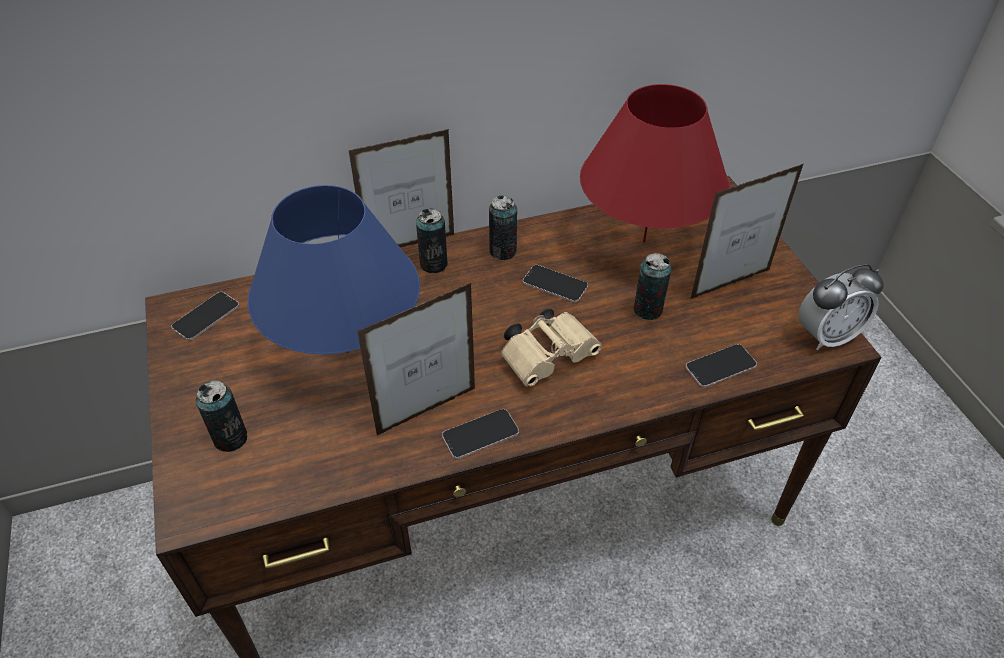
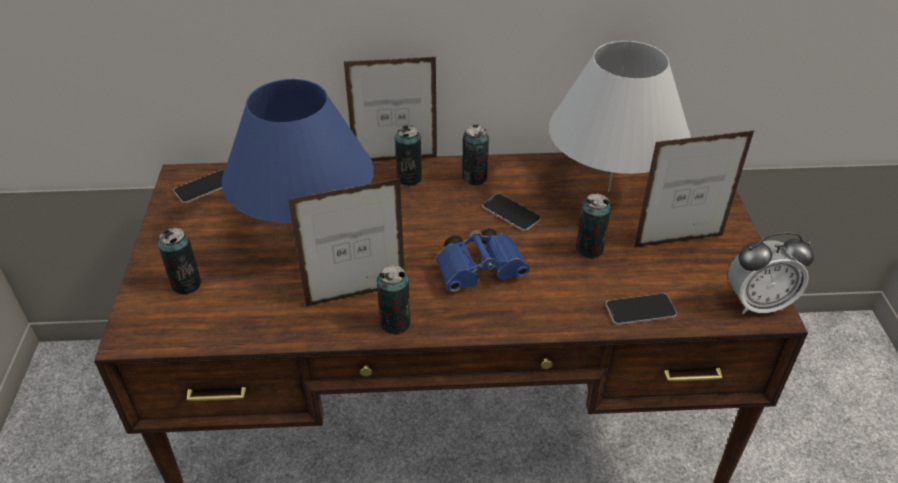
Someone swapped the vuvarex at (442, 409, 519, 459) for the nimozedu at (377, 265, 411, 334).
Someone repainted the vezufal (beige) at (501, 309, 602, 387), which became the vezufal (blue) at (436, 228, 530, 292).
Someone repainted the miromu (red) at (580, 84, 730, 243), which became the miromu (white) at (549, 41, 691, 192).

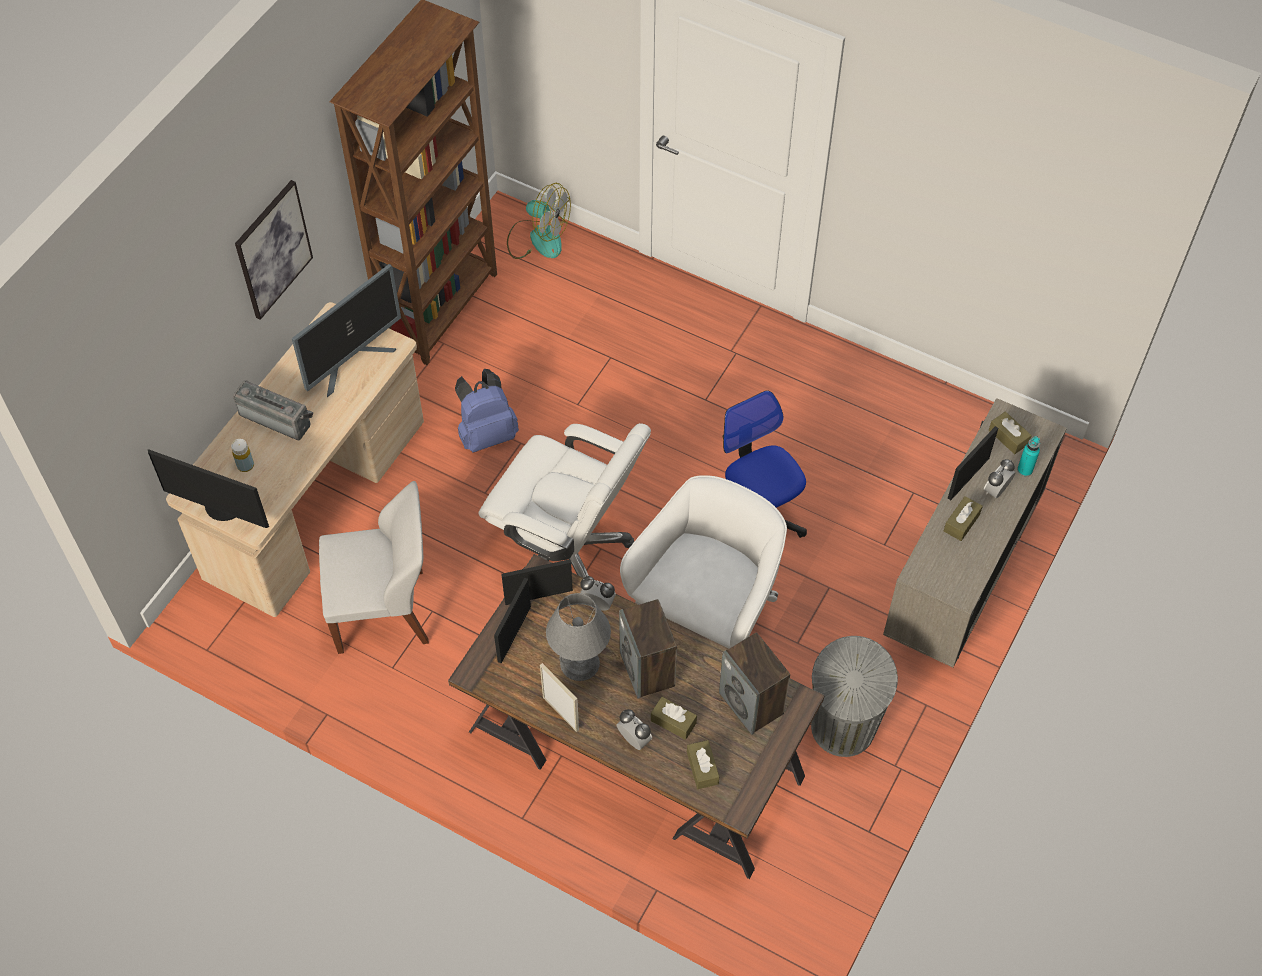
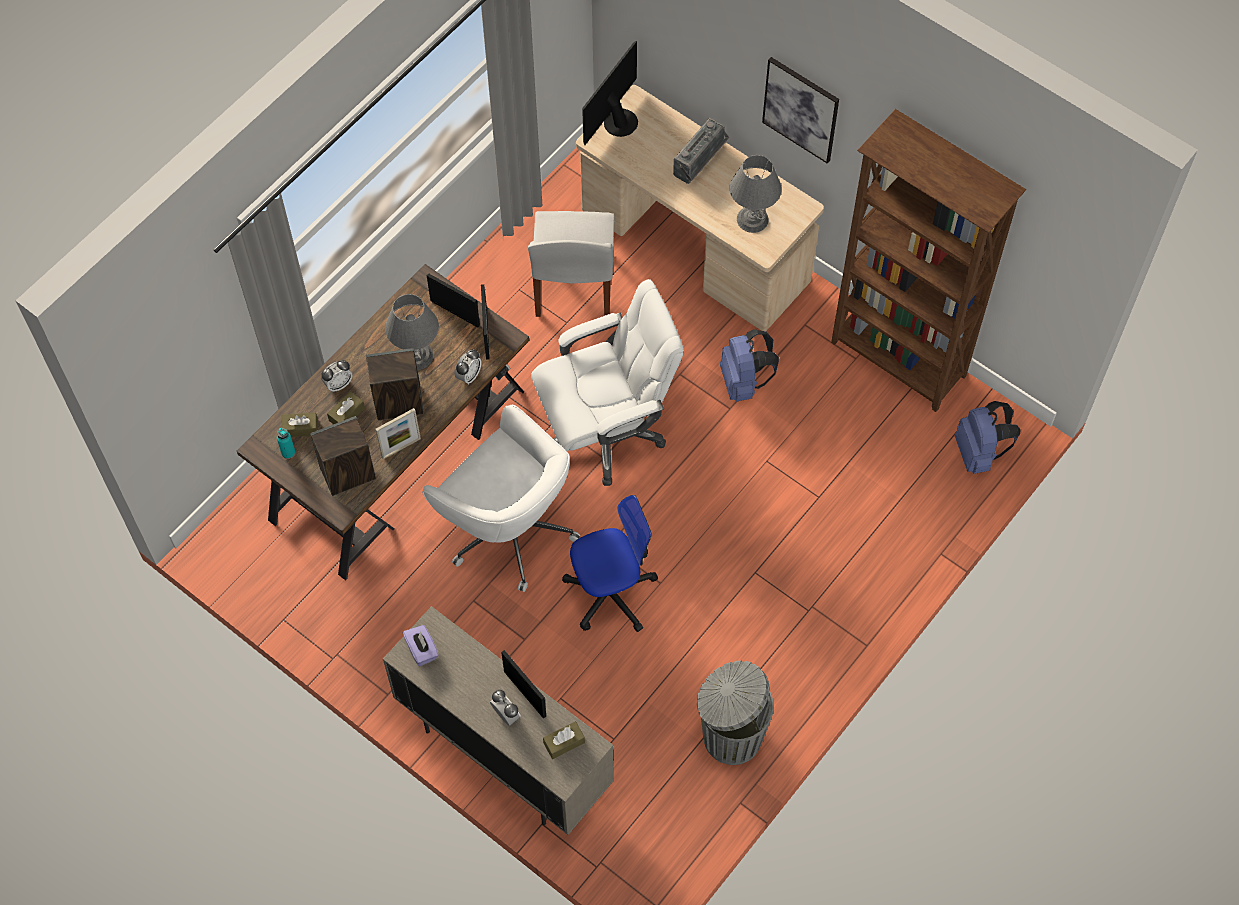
Someone took away the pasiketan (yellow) at (231, 439, 254, 472).
Someone swapped the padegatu at (292, 264, 401, 397) for the miromu (grey) at (730, 155, 782, 233).
Someone rotated the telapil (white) at (478, 423, 651, 578) by 150 degrees counterclockwise.
Someone swapped the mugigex at (507, 183, 571, 259) for the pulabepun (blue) at (955, 401, 1020, 474).
Someone carried the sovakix from (540, 663, 579, 732) to (376, 408, 421, 459).
Someone carried the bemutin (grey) from (811, 636, 898, 757) to (697, 660, 774, 765).
Someone took away the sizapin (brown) at (944, 496, 983, 541).
Someone carried the pasiketan (turquoise) from (1017, 436, 1040, 476) to (277, 428, 295, 459).
Someone put down the sizapin (purple) at (403, 625, 439, 666).

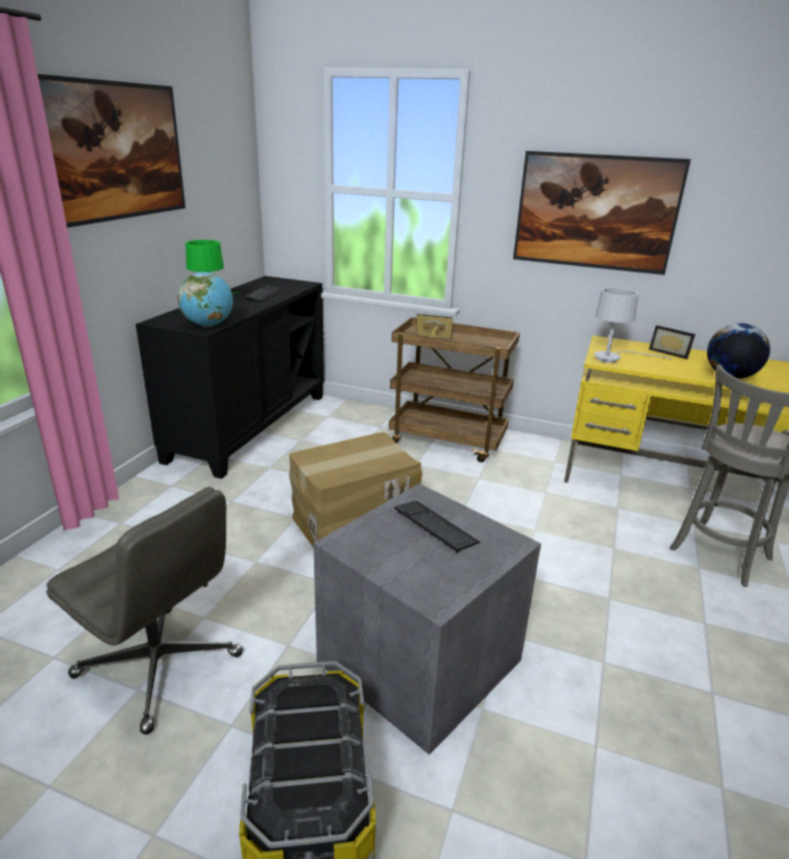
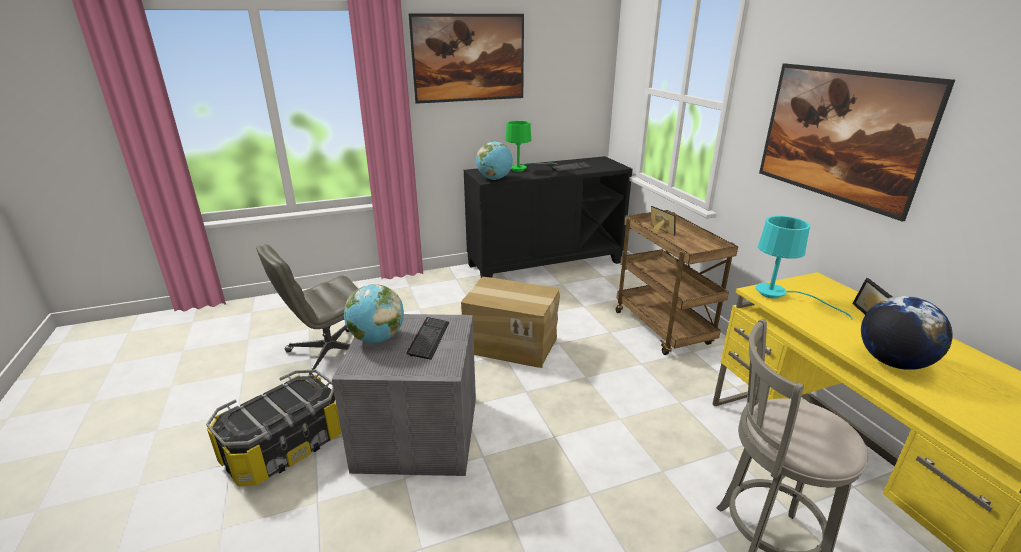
Someone rotated the telapil (grey) at (46, 487, 243, 734) by 60 degrees clockwise.
Someone repainted the miromu (white) at (594, 287, 672, 363), which became the miromu (turquoise) at (756, 216, 853, 320).
Someone put down the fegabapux at (344, 284, 404, 343).

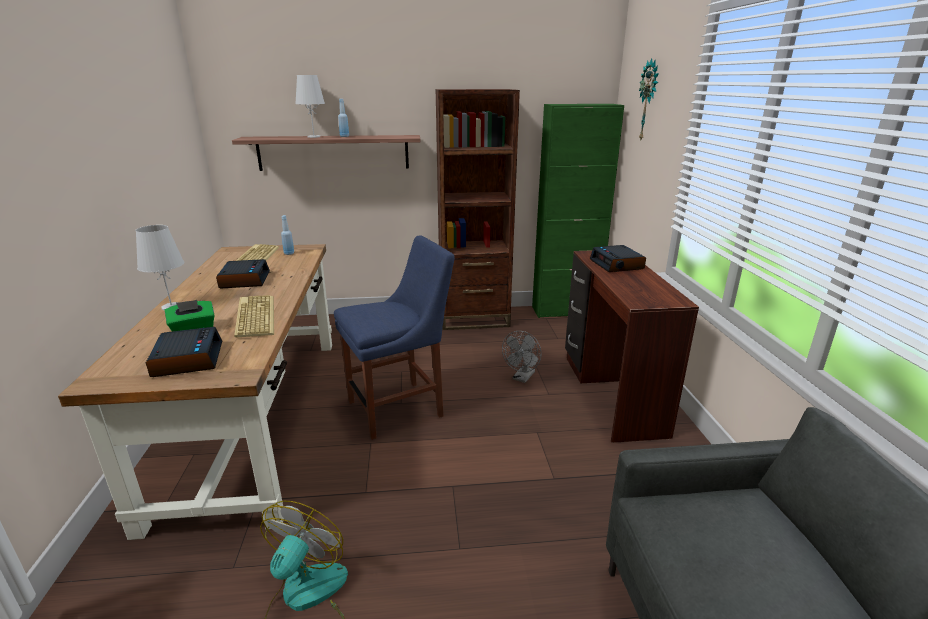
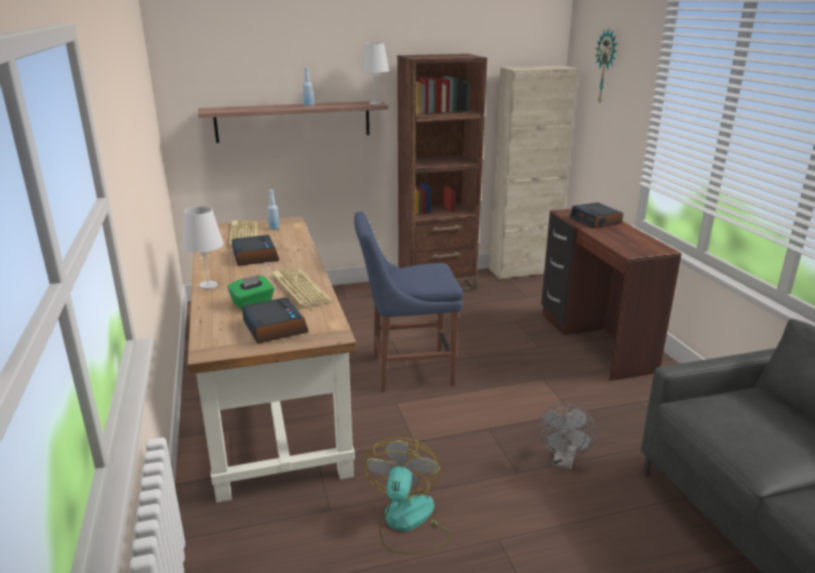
Someone carried the miromu (white) from (295, 75, 325, 138) to (361, 42, 389, 104).
Someone rotated the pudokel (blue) at (334, 235, 455, 440) by 150 degrees counterclockwise.
Someone carried the mugigex (grey) from (502, 331, 542, 383) to (538, 403, 596, 470).
Someone repainted the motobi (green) at (532, 104, 624, 318), which became the motobi (beige) at (489, 66, 578, 279).

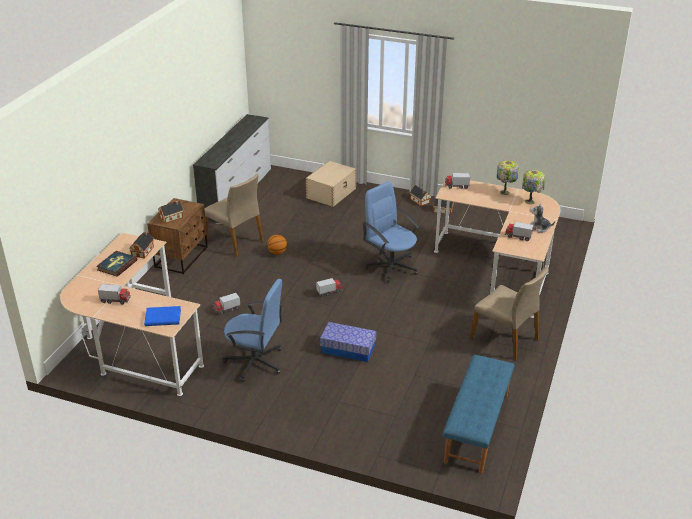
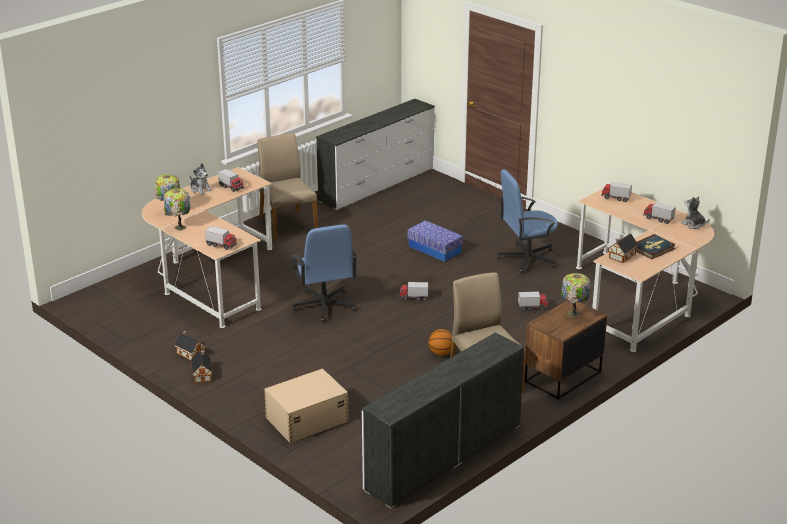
Someone swapped the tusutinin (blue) at (144, 306, 181, 326) for the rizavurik at (601, 182, 632, 202).
Someone swapped the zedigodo at (158, 200, 184, 224) for the miromu at (561, 273, 591, 318).
Someone rotated the telapil (blue) at (223, 279, 283, 382) by 60 degrees counterclockwise.
Someone swapped the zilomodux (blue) at (443, 355, 515, 473) for the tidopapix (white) at (316, 99, 435, 210).
Someone put down the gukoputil at (681, 196, 709, 229).

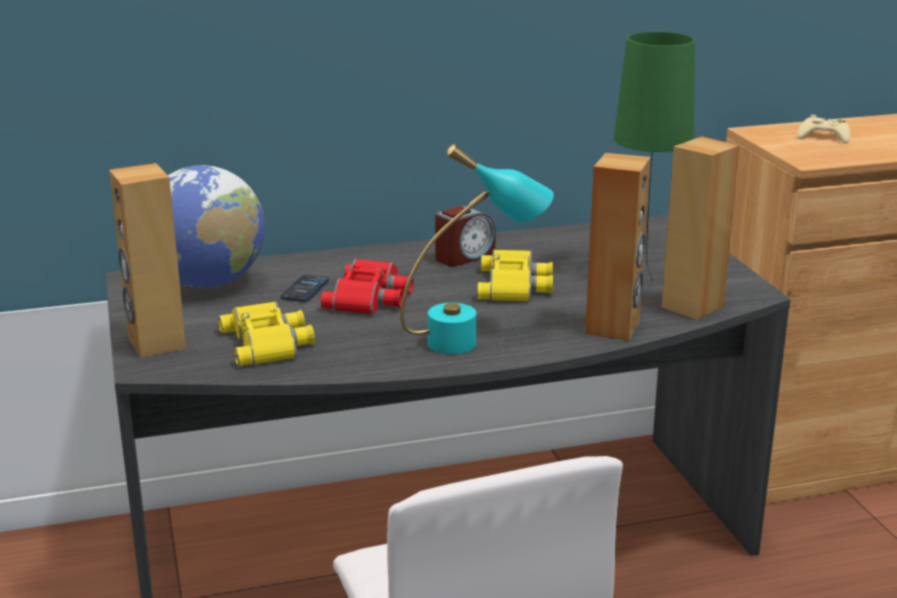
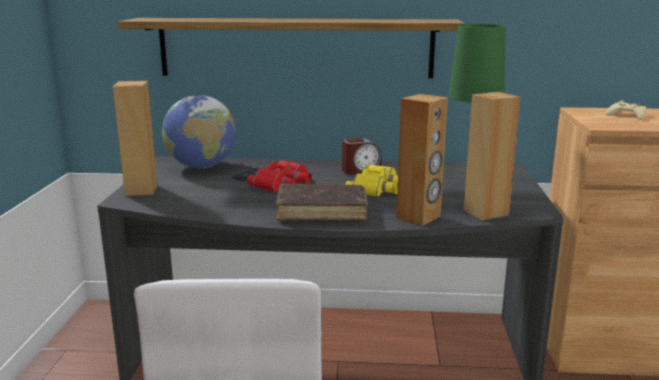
Someone took away the vezufal (yellow) at (218, 301, 315, 366).
Someone swapped the miromu (turquoise) at (400, 144, 554, 354) for the tusutinin (brown) at (276, 184, 368, 221).
Someone put up the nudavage at (118, 18, 465, 79).

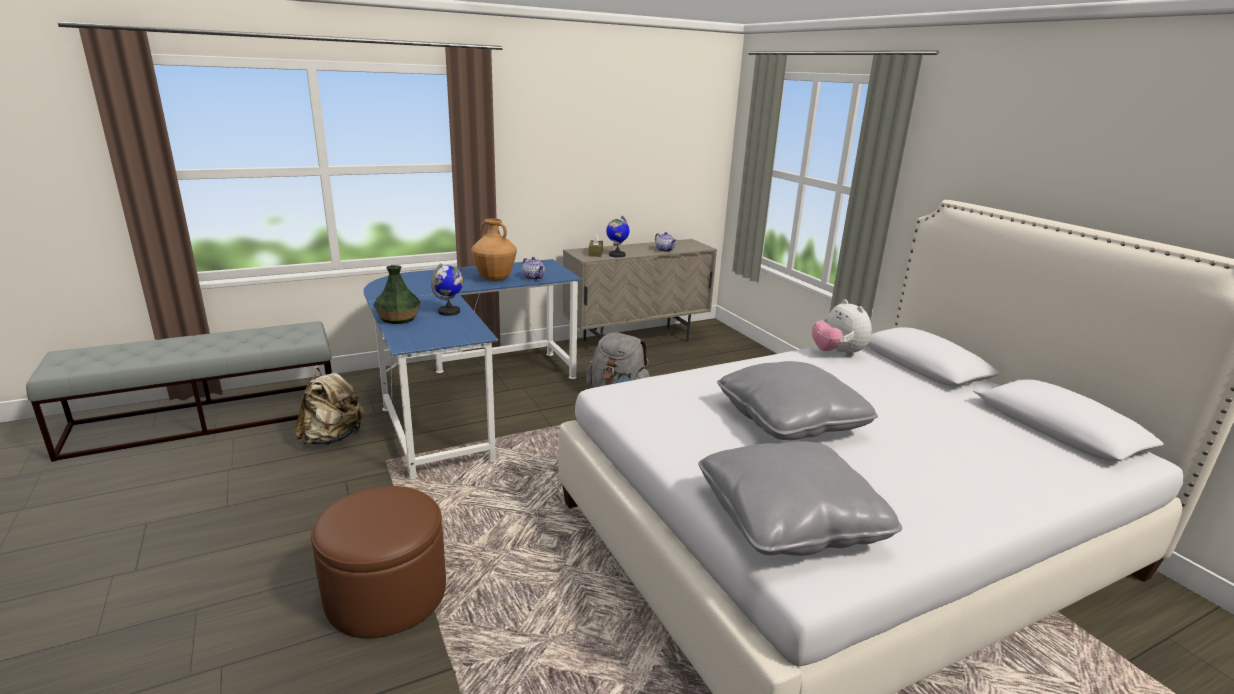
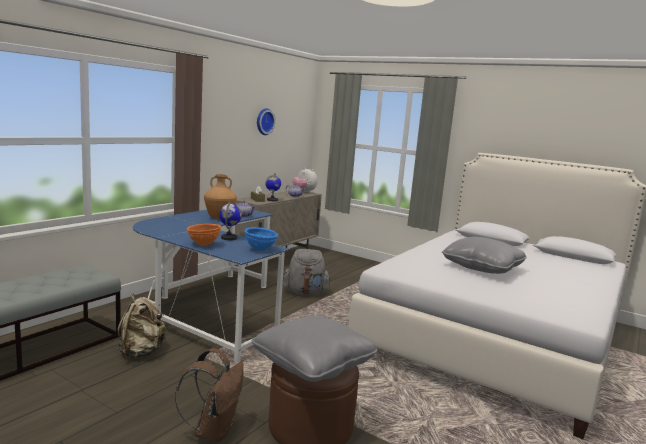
Someone swapped the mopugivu at (373, 265, 421, 324) for the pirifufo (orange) at (187, 224, 221, 246).
Someone carried the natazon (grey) from (698, 441, 902, 556) to (252, 316, 378, 382).
Someone carried the gukoputil from (812, 299, 872, 357) to (292, 168, 318, 193).
Someone put down the pulabepun (brown) at (175, 348, 243, 443).
Someone put down the pirifufo (blue) at (245, 227, 278, 251).
Someone put up the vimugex at (257, 108, 276, 135).

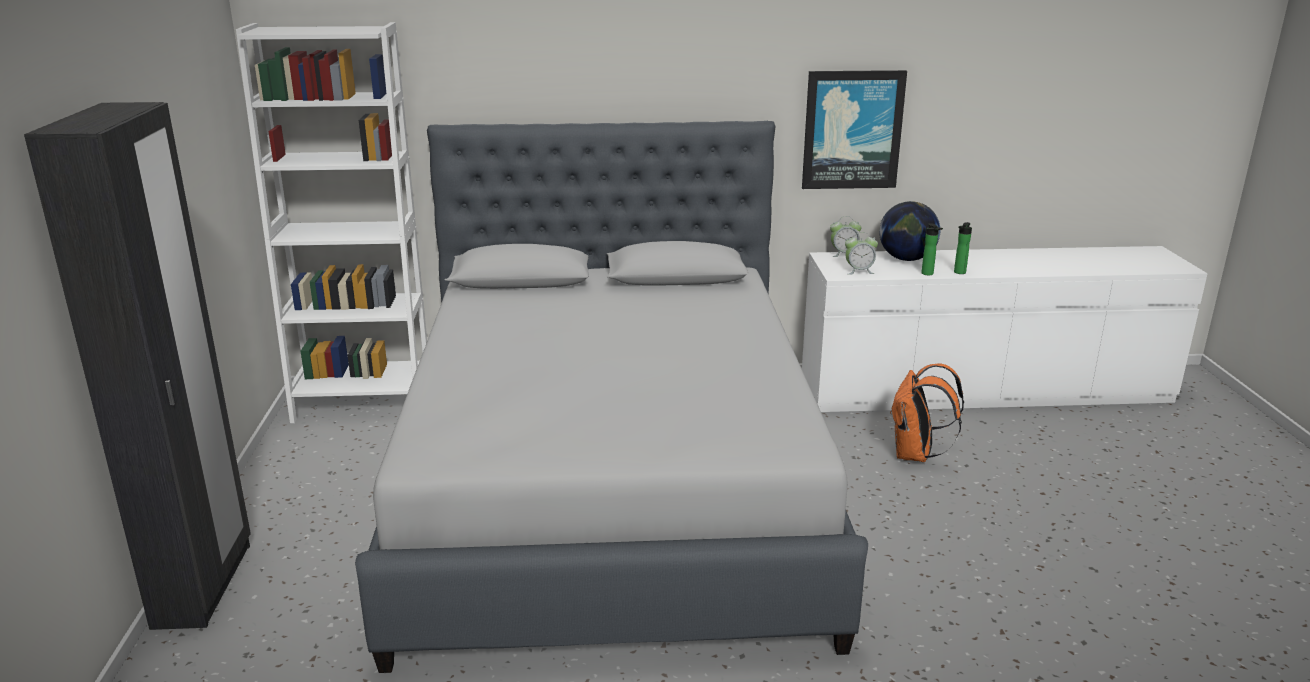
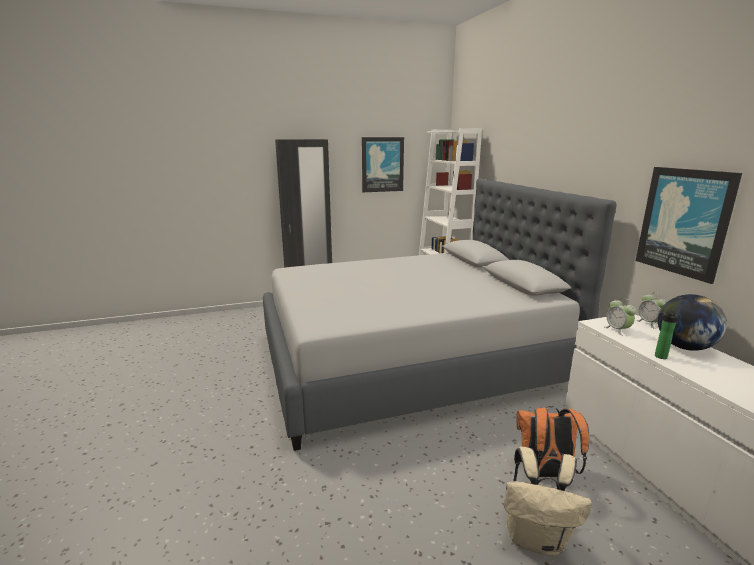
Someone took away the pasiketan at (954, 222, 972, 274).
Someone put up the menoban at (362, 137, 404, 192).
Someone put down the pulabepun (beige) at (504, 447, 592, 556).

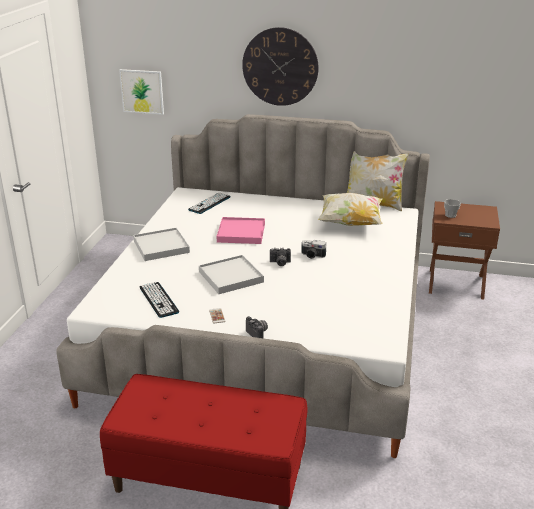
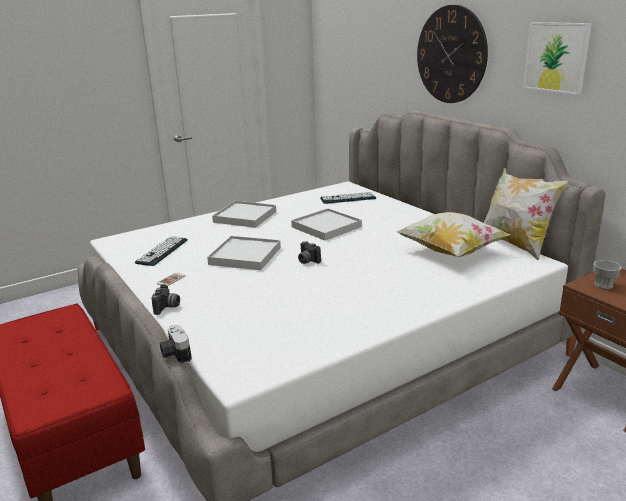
Someone carried the menoban from (119, 69, 164, 115) to (523, 22, 592, 95).
Someone repainted the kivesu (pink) at (217, 217, 265, 244), which became the kivesu (white) at (291, 208, 362, 241).
Someone carried the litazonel from (301, 240, 326, 259) to (160, 325, 192, 364).

